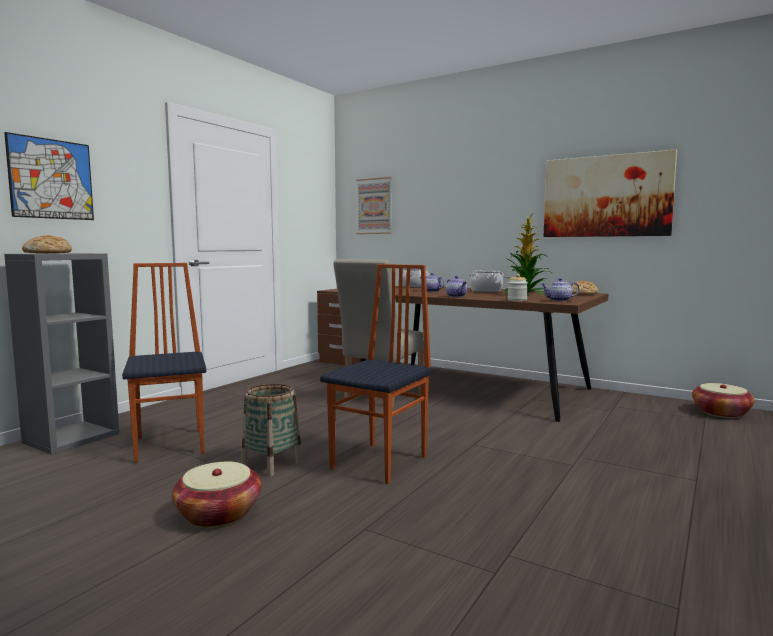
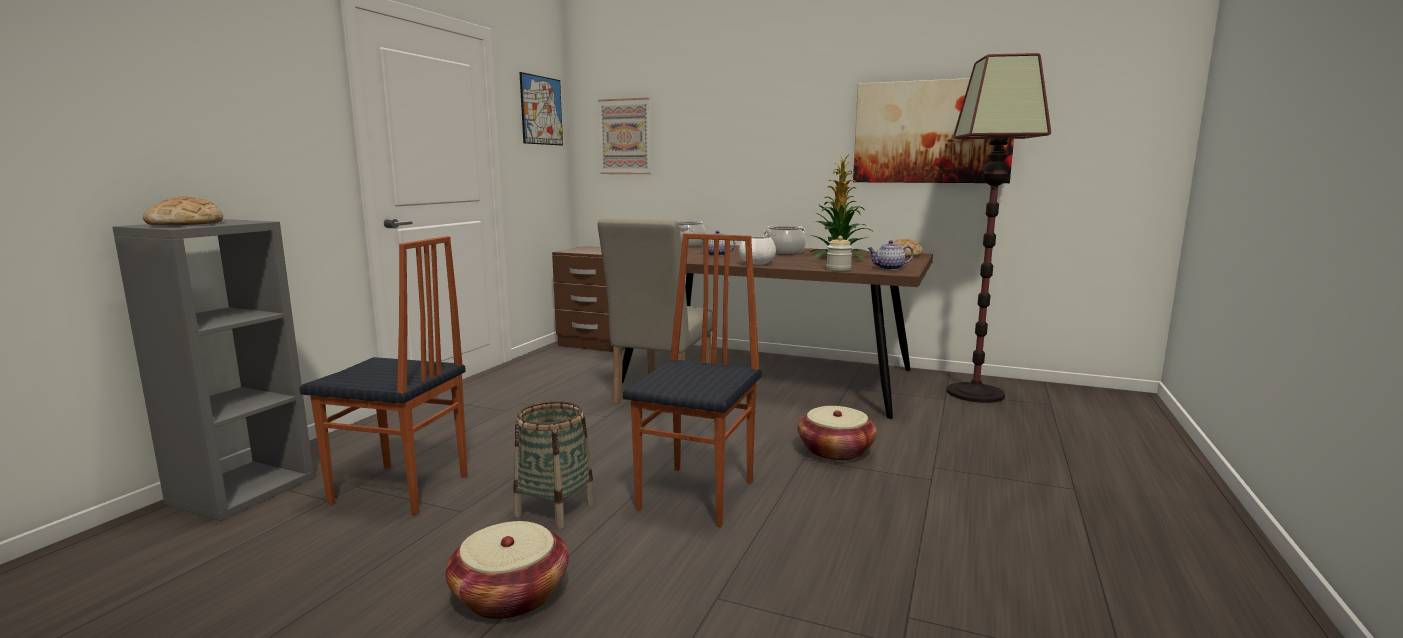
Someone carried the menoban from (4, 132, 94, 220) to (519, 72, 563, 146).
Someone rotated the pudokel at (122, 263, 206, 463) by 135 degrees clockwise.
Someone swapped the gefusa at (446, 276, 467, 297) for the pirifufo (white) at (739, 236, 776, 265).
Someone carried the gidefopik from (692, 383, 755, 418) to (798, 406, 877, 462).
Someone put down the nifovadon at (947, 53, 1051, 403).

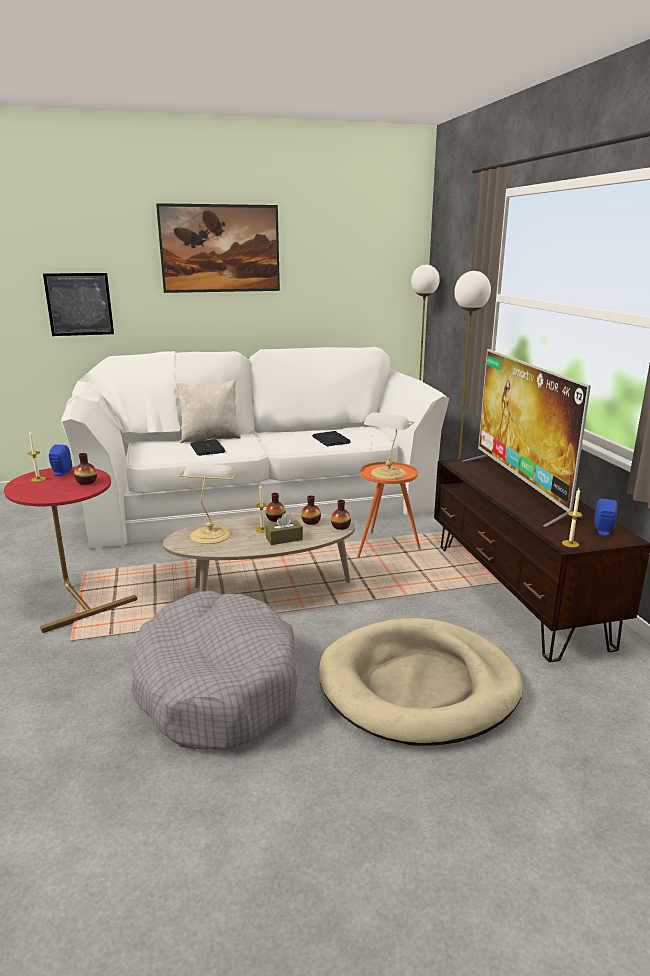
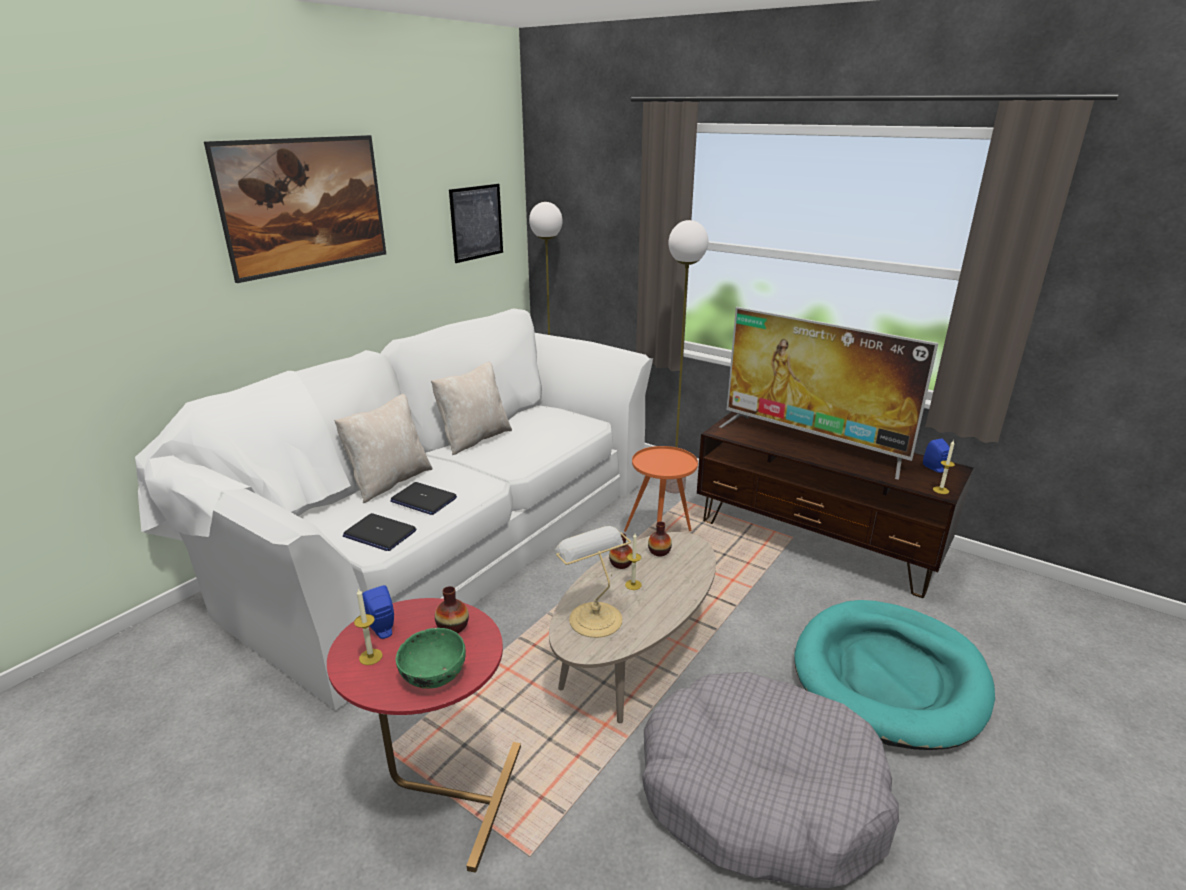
Someone carried the menoban from (43, 273, 114, 336) to (449, 184, 503, 263).
Someone took away the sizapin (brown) at (266, 513, 303, 545).
Someone carried the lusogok from (312, 431, 351, 446) to (343, 513, 416, 551).
Someone repainted the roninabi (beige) at (319, 618, 523, 746), which became the roninabi (turquoise) at (794, 600, 995, 750).
Someone took away the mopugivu at (331, 500, 351, 530).
Someone took away the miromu at (364, 413, 415, 479).
Someone put down the pirifufo (green) at (396, 628, 466, 689).
Someone put down the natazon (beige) at (431, 361, 512, 455).

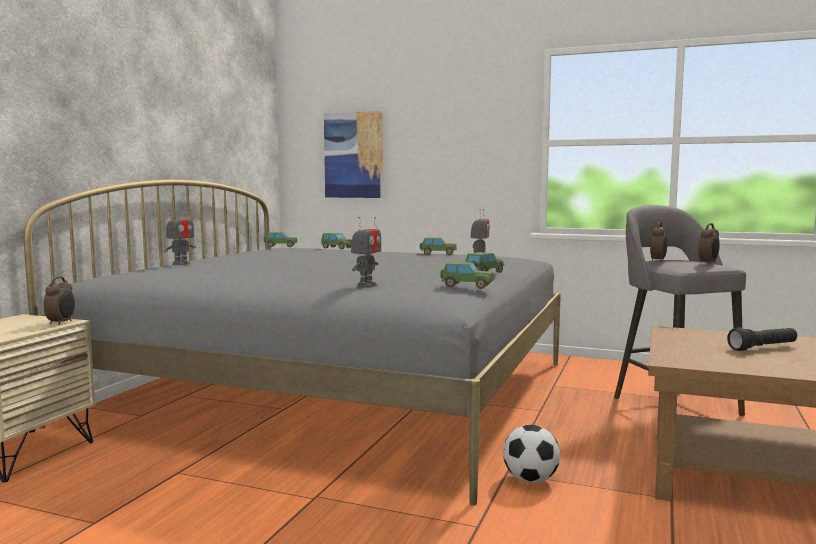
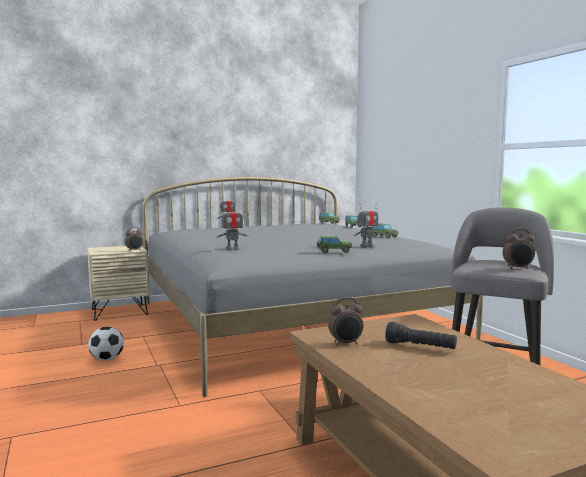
Someone took away the menoban at (324, 111, 383, 198).
Someone took away the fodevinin at (441, 262, 495, 289).
Someone carried the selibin from (503, 425, 560, 483) to (88, 327, 124, 361).
Someone carried the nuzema from (650, 222, 667, 262) to (328, 298, 364, 346).

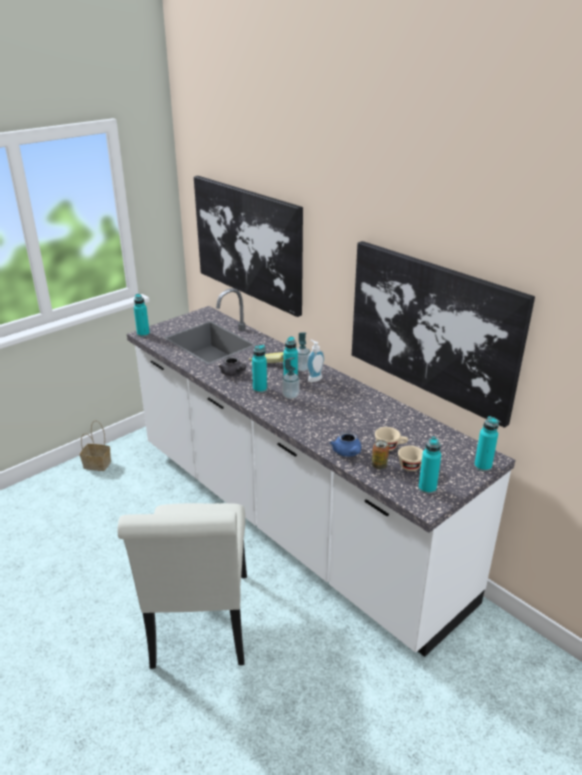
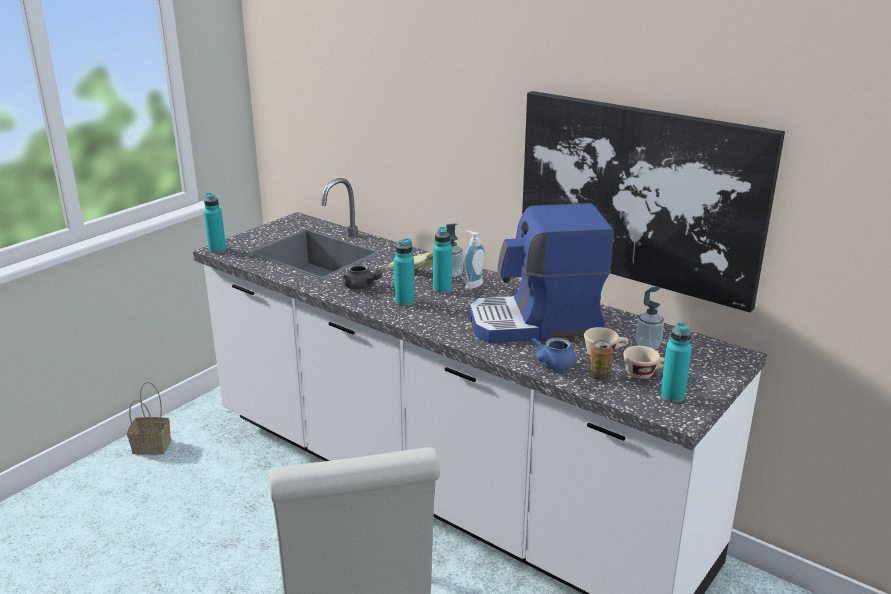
Someone took away the menoban at (194, 176, 303, 317).
Someone carried the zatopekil from (282, 357, 300, 399) to (636, 287, 664, 349).
Someone rotated the gefusa (blue) at (330, 431, 361, 457) by 60 degrees clockwise.
Someone took away the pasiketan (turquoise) at (474, 416, 499, 471).
Someone put down the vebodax at (469, 203, 614, 343).

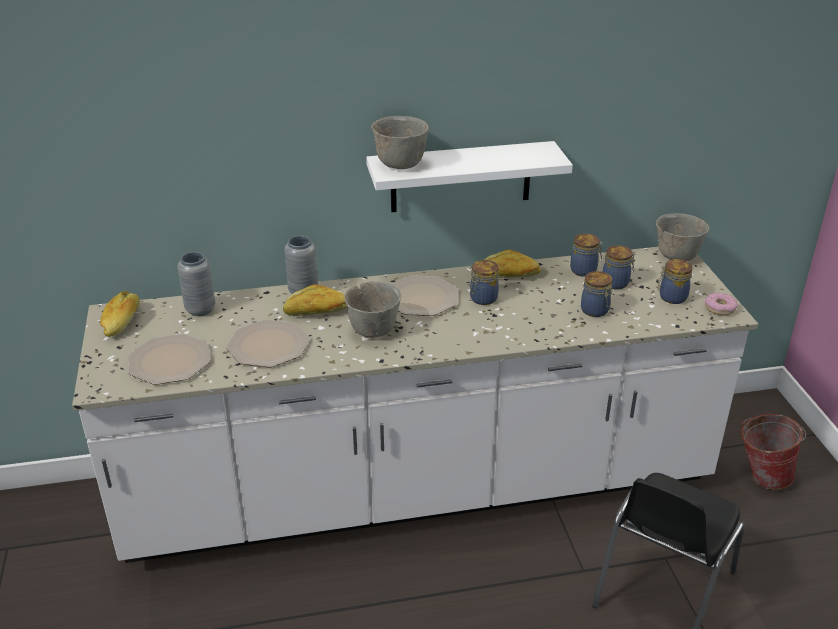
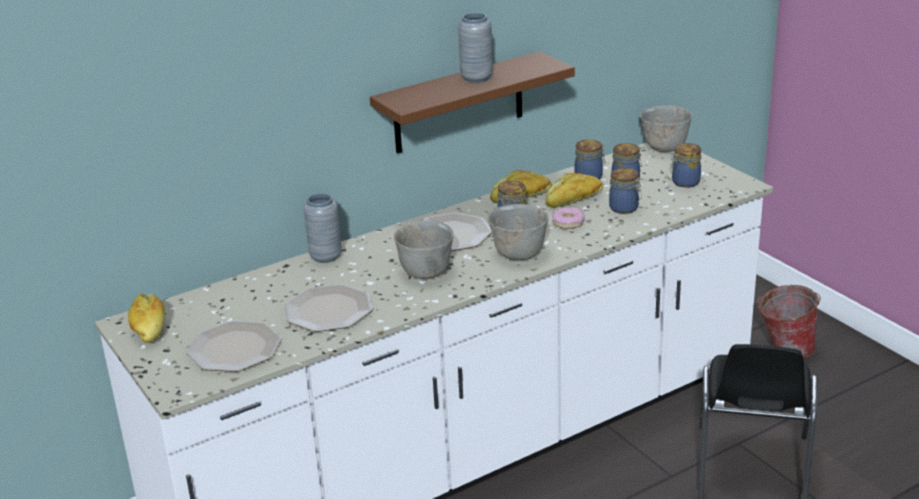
Someone carried the mopugivu (grey) from (177, 252, 215, 316) to (458, 13, 493, 83).
Someone carried the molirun from (283, 284, 347, 316) to (545, 173, 603, 208).
Someone repainted the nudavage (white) at (366, 141, 573, 212), which became the nudavage (brown) at (370, 51, 575, 153).
Someone carried the pirifufo (grey) from (371, 116, 429, 169) to (487, 204, 549, 260).
Someone carried the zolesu from (705, 292, 738, 316) to (552, 207, 585, 229).

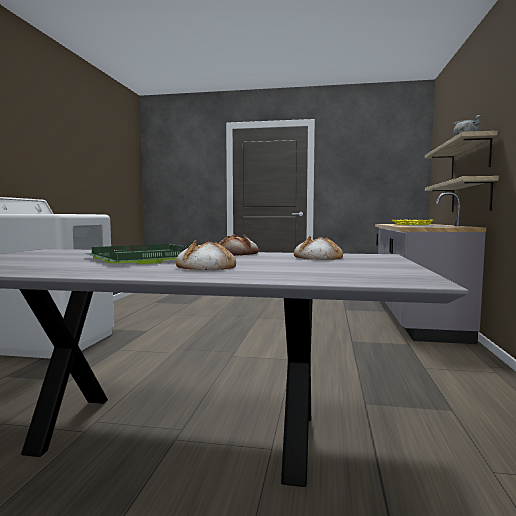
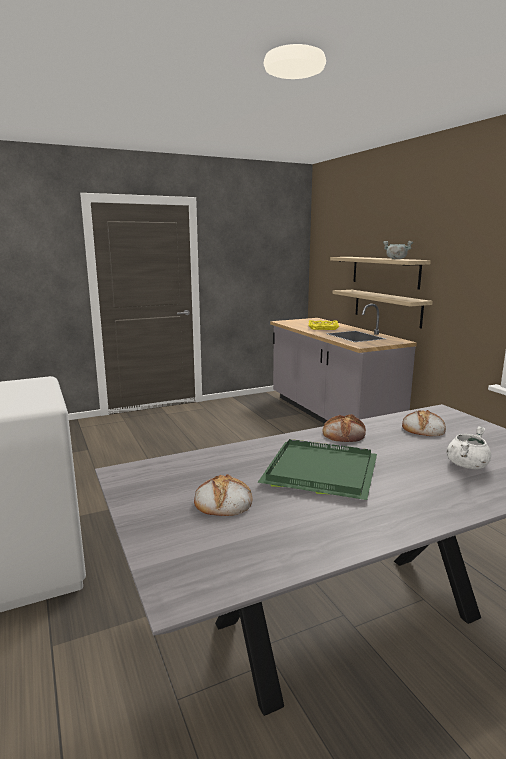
Someone carried the molirun from (176, 240, 236, 270) to (194, 474, 252, 516).
Someone put down the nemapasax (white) at (447, 426, 491, 469).

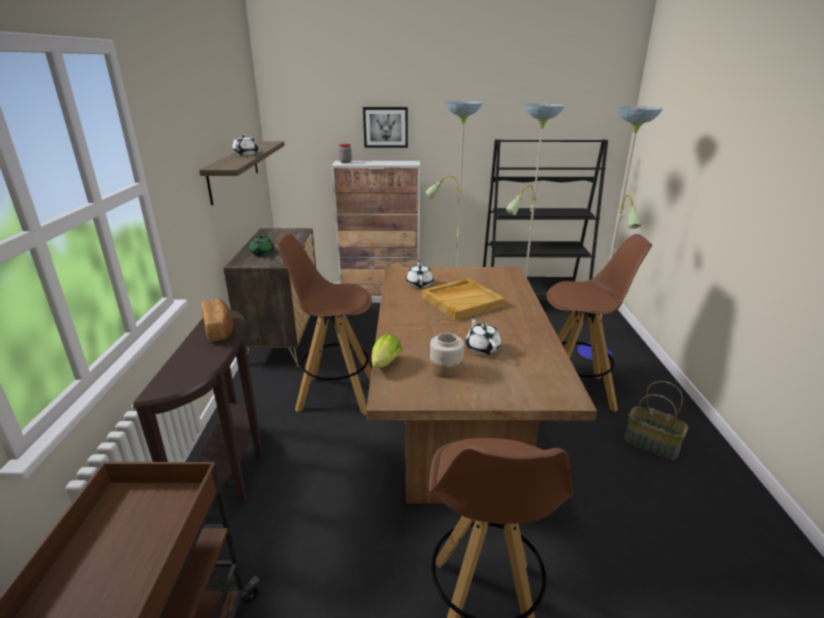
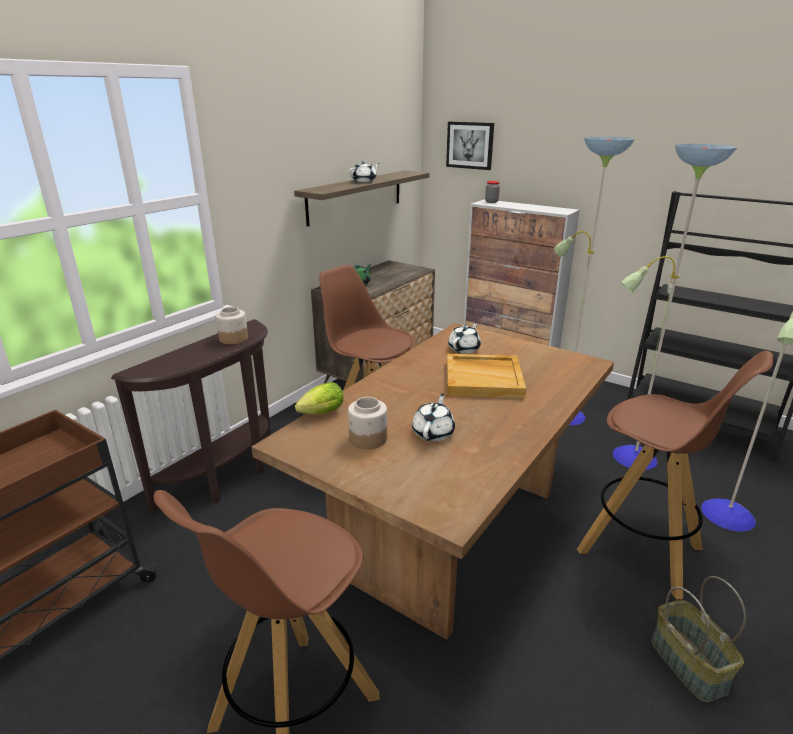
Someone swapped the molirun at (201, 299, 233, 342) for the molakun at (216, 307, 248, 344).
Someone carried the menoban from (363, 107, 408, 148) to (446, 122, 494, 170).

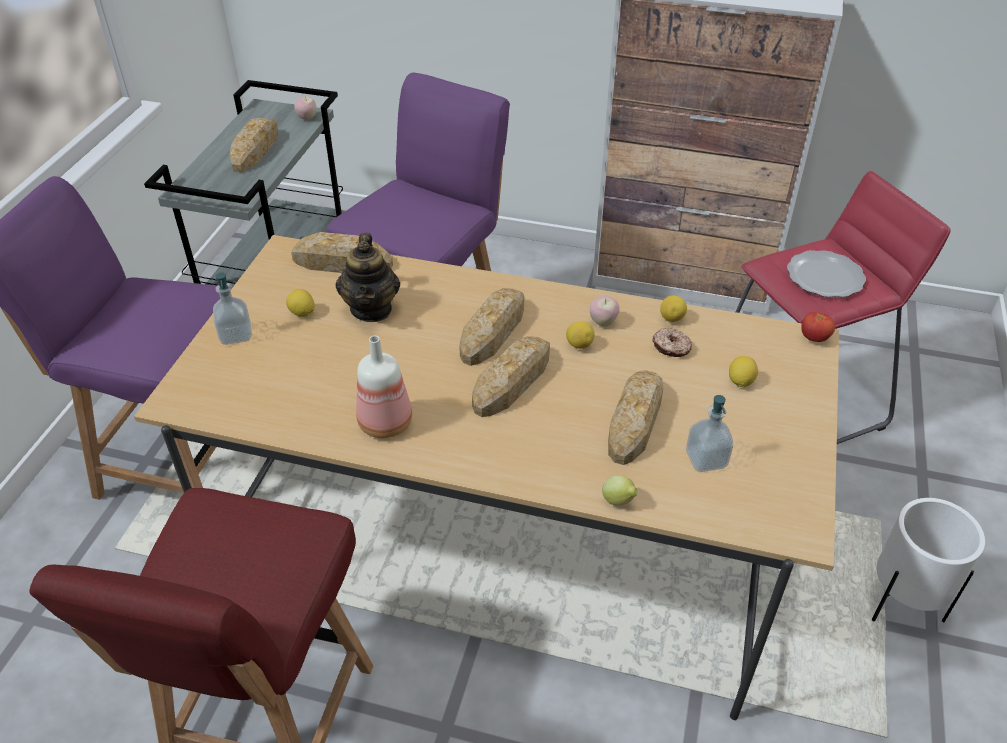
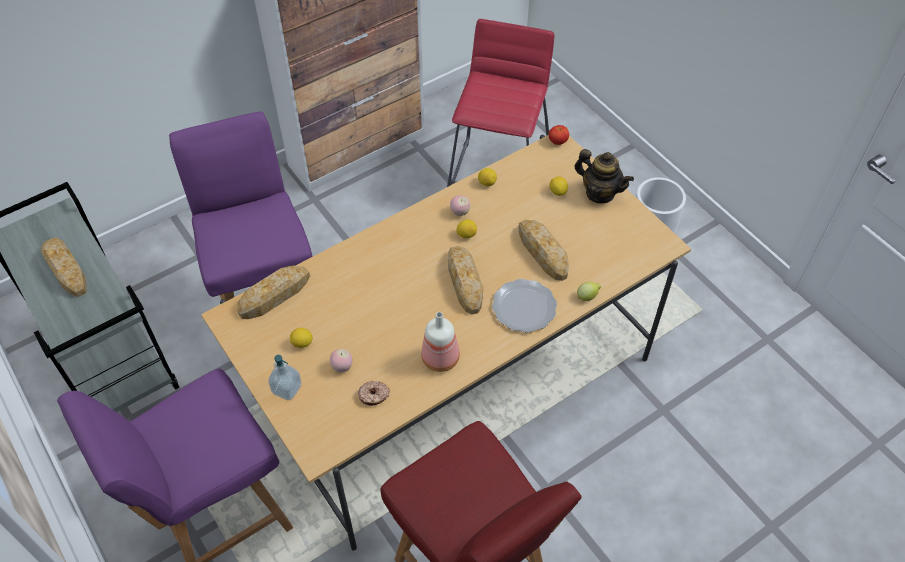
Someone carried the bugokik from (294, 96, 317, 120) to (330, 349, 352, 372).
Someone carried the gefusa from (336, 233, 400, 322) to (574, 149, 634, 203).
Someone took away the molirun at (459, 288, 524, 366).
Someone carried the zolesu from (652, 328, 692, 357) to (358, 381, 390, 406).
Someone took away the zatopekil at (686, 395, 733, 472).
Someone carried the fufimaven from (787, 250, 866, 297) to (492, 279, 557, 333).

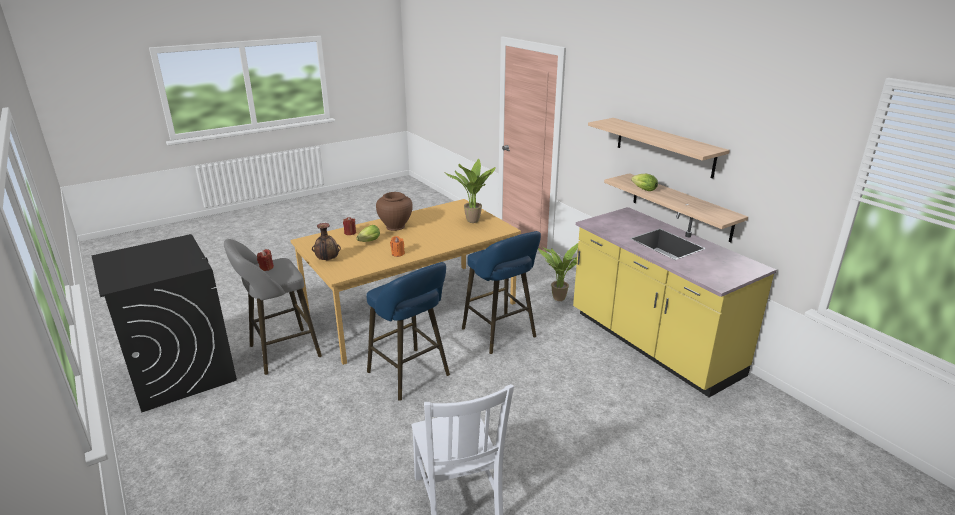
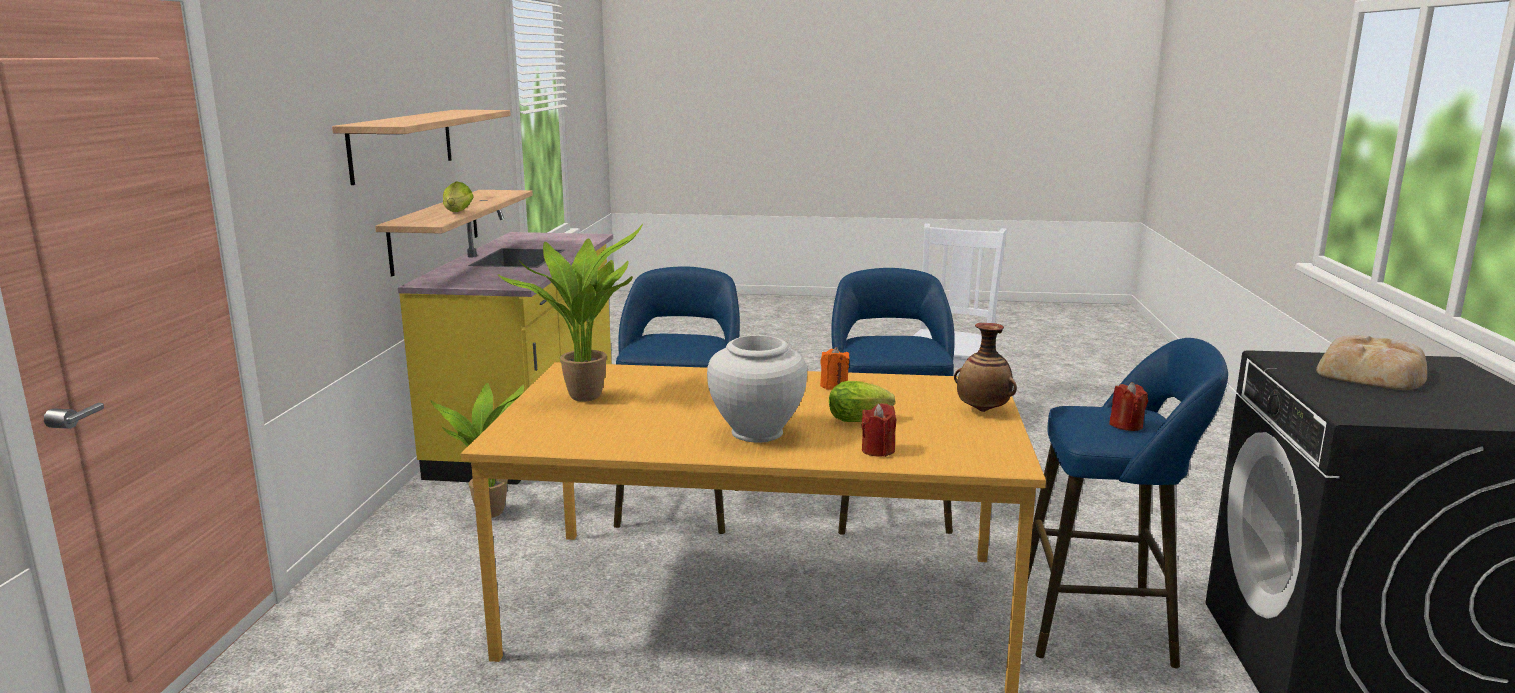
Someone repainted the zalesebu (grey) at (224, 239, 322, 375), which became the zalesebu (blue) at (1028, 338, 1228, 668).
Someone repainted the mopugivu (brown) at (376, 192, 413, 231), which became the mopugivu (white) at (707, 335, 807, 443).
Someone put down the molirun at (1316, 335, 1427, 390).

